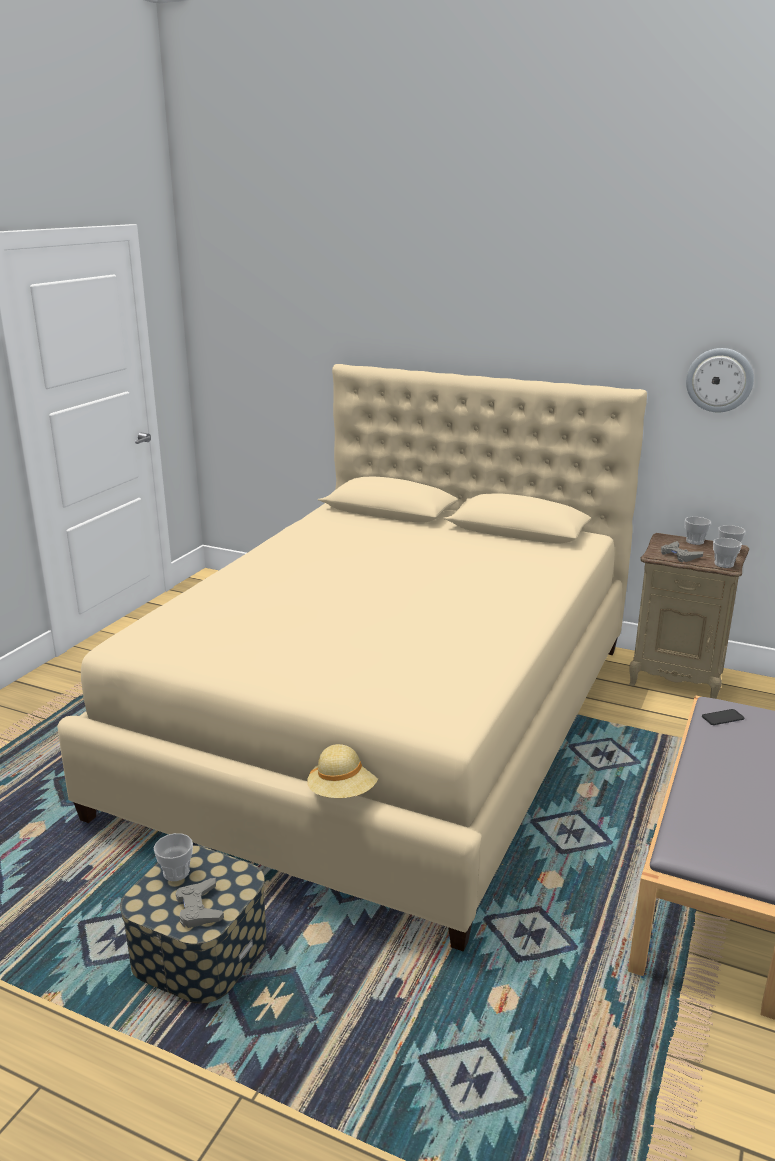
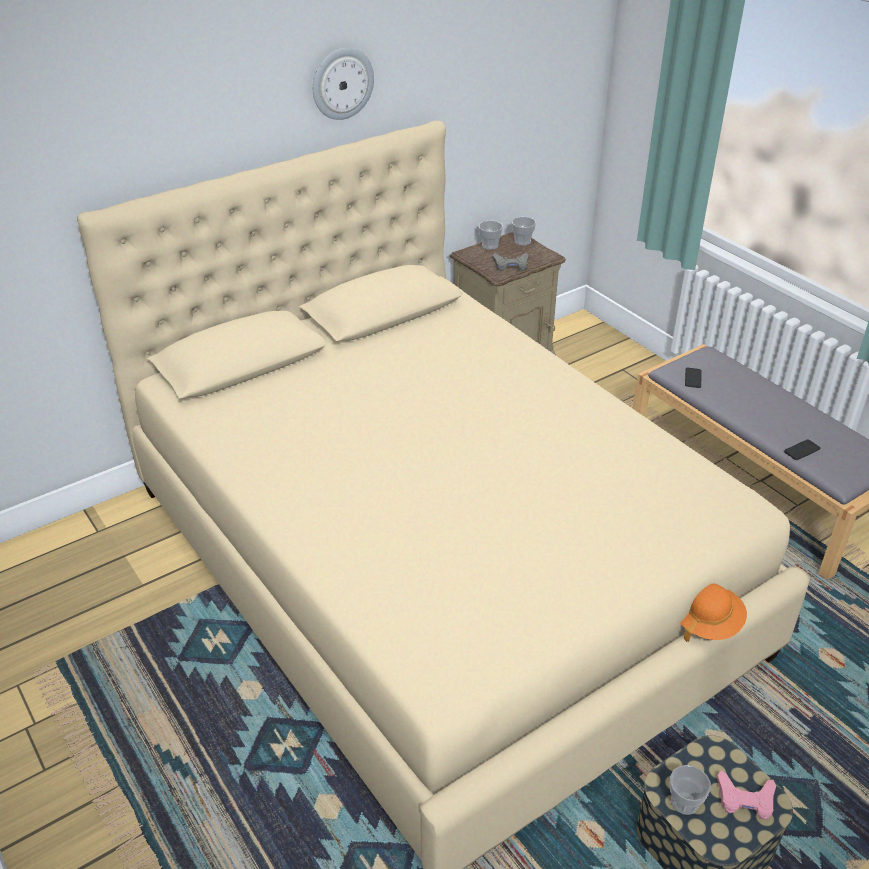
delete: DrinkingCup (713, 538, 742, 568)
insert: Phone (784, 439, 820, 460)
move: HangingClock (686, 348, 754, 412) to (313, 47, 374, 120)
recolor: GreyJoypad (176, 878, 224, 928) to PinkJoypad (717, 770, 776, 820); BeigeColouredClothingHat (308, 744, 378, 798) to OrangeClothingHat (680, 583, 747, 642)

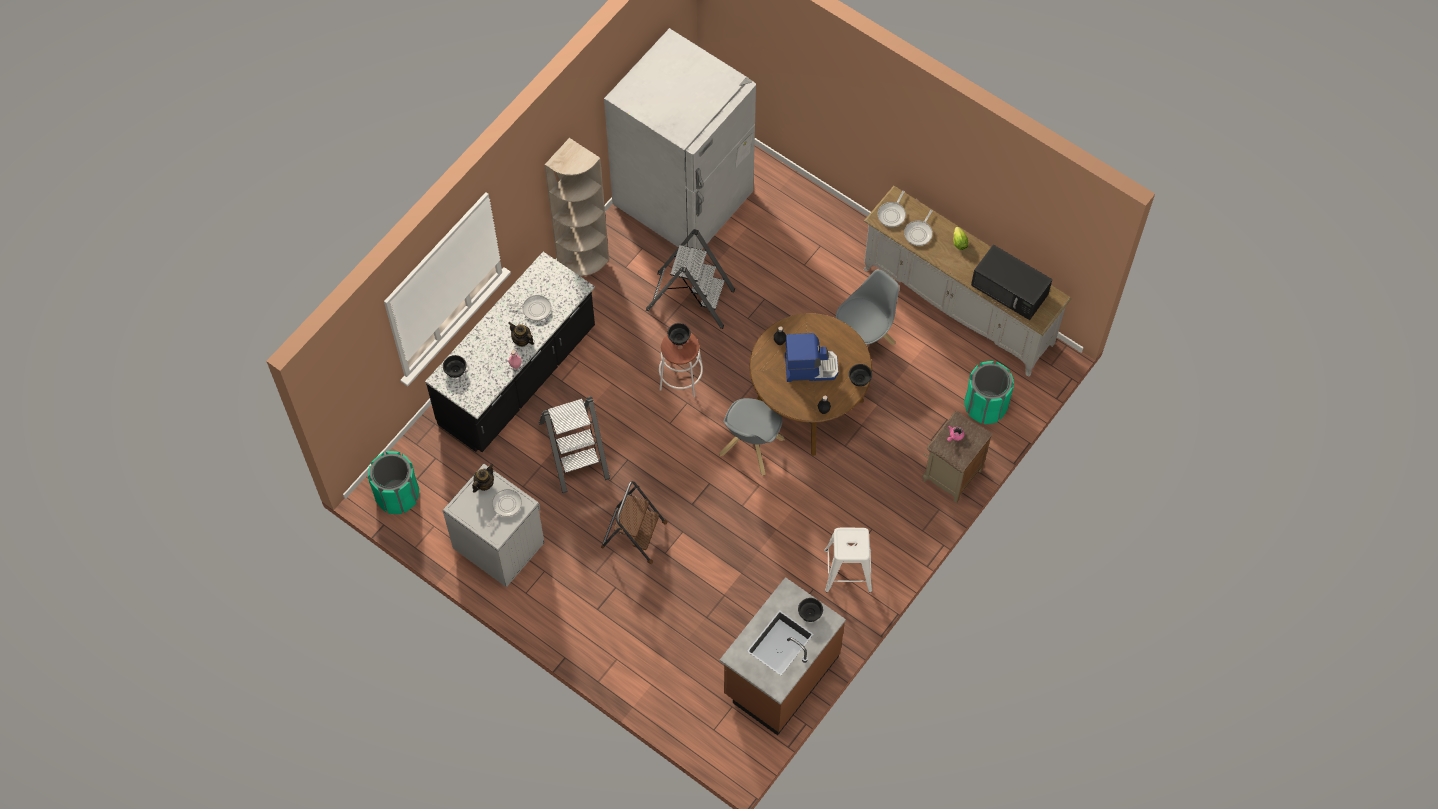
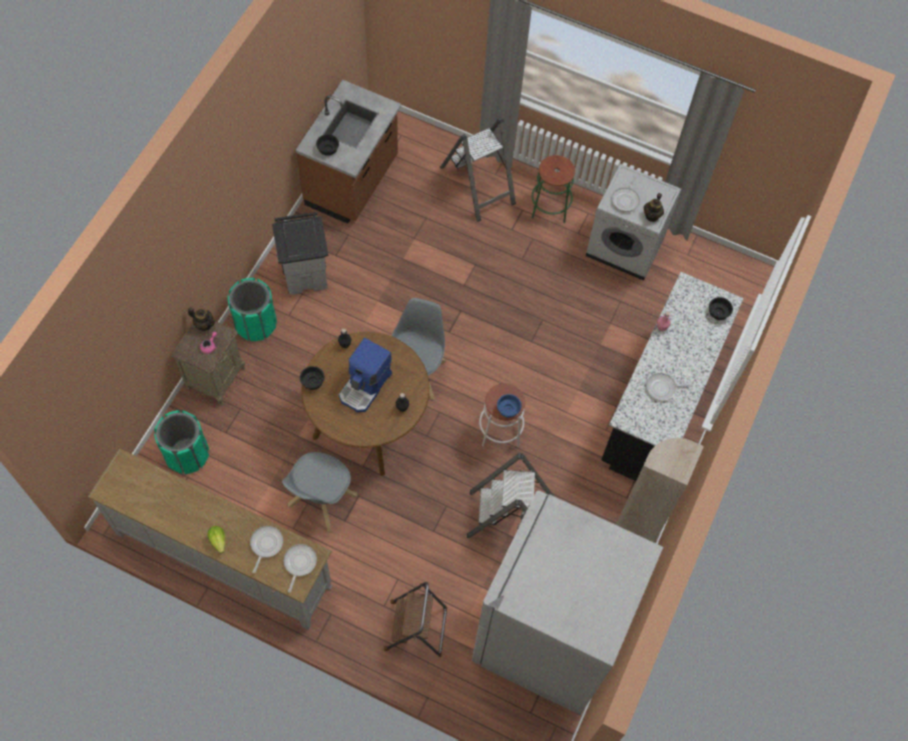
delete: BlackColouredMicrowave (971, 244, 1053, 320)
insert: GreenishStool (532, 155, 575, 223)
move: GreenishRubbishBin (368, 451, 419, 514) to (228, 278, 277, 341); Teapot (509, 322, 534, 347) to (188, 307, 215, 331); GreyStepStool (539, 396, 610, 493) to (440, 117, 516, 222); BrownishStepStool (601, 481, 668, 564) to (384, 582, 447, 657)
replace: WhiteColouredStool (824, 528, 872, 592) to GreyRubbishBin (272, 212, 328, 295)
recolor: BlackColouredBowl (667, 323, 691, 345) to BlueBowl (497, 394, 521, 418)
rotate: CoffeeMaker (785, 333, 839, 382) = (339, 337, 392, 412) 45 degrees counterclockwise

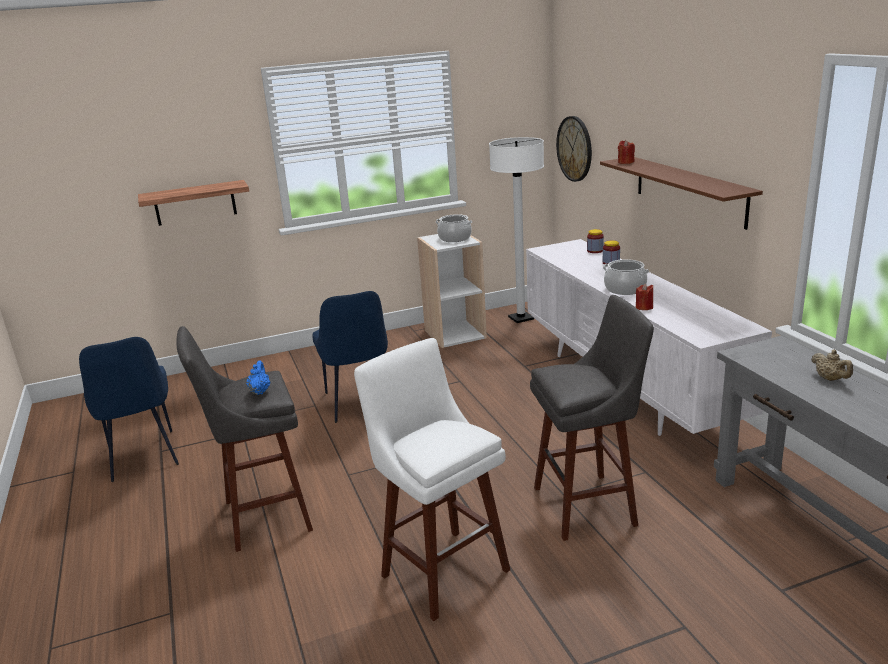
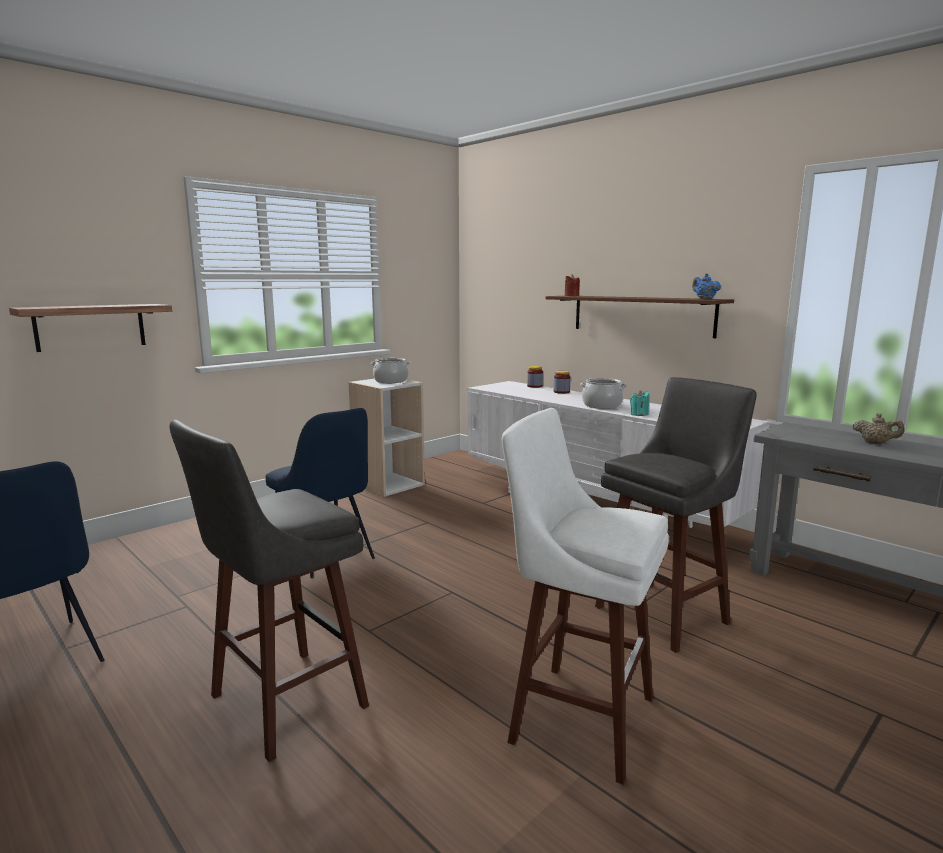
delete: WhiteColouredStandingLamp (489, 137, 544, 323); HangingClock (556, 116, 592, 182)
move: BlueTeapot (246, 361, 270, 395) to (692, 273, 721, 299)
recolor: RedWaxLight (636, 283, 653, 310) to TurquoiseColouredWaxLight (630, 390, 649, 416)

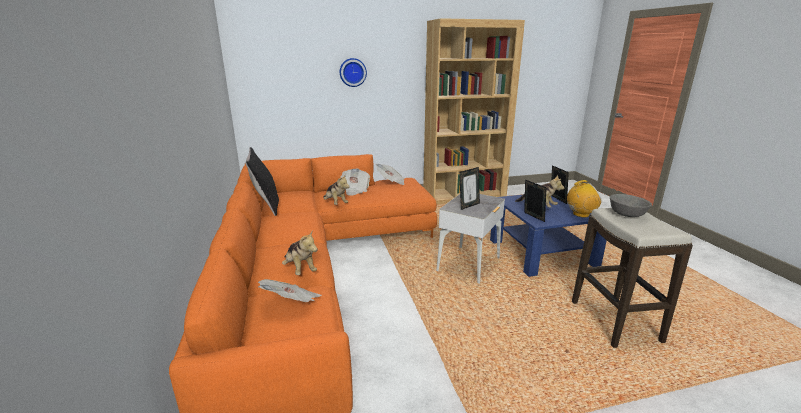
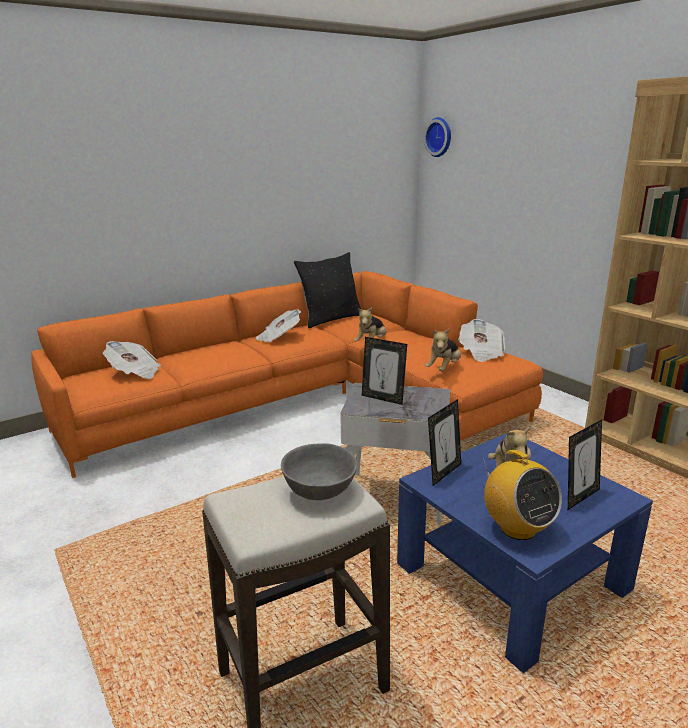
move: CuddlyToy (282, 230, 318, 275) to (425, 329, 461, 371); HangingClock (340, 58, 367, 87) to (424, 117, 451, 157); Newspaper (340, 169, 370, 196) to (256, 310, 301, 343)

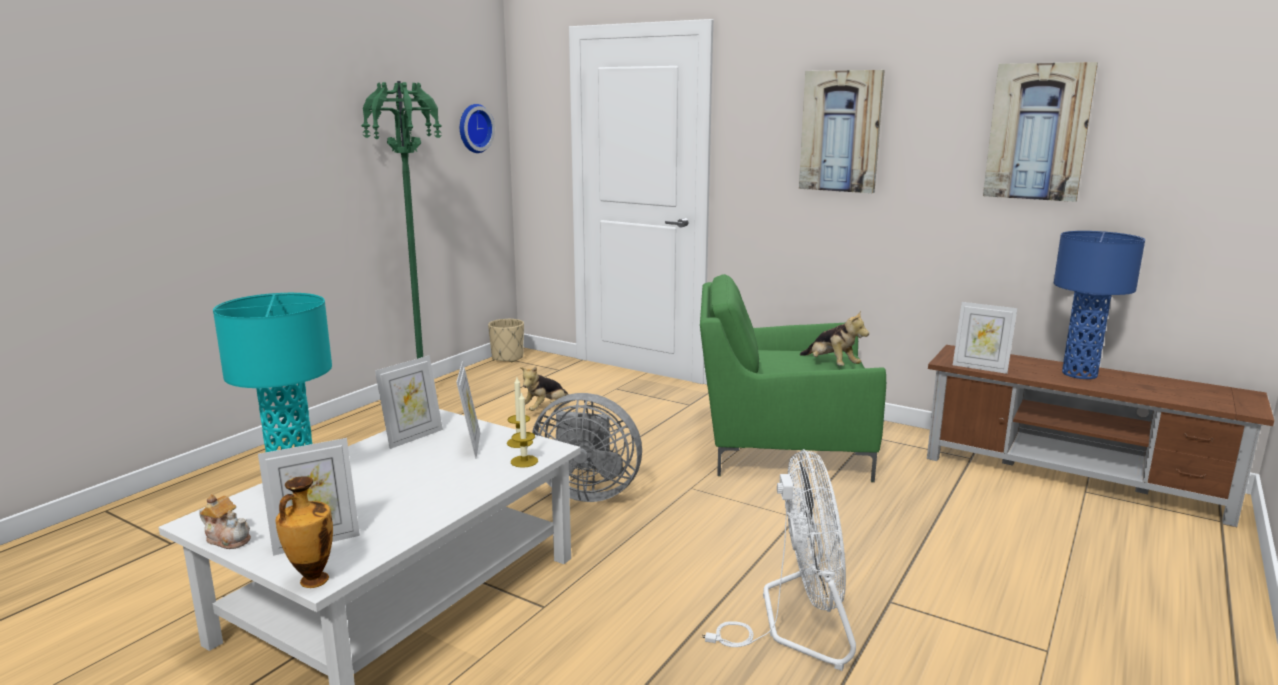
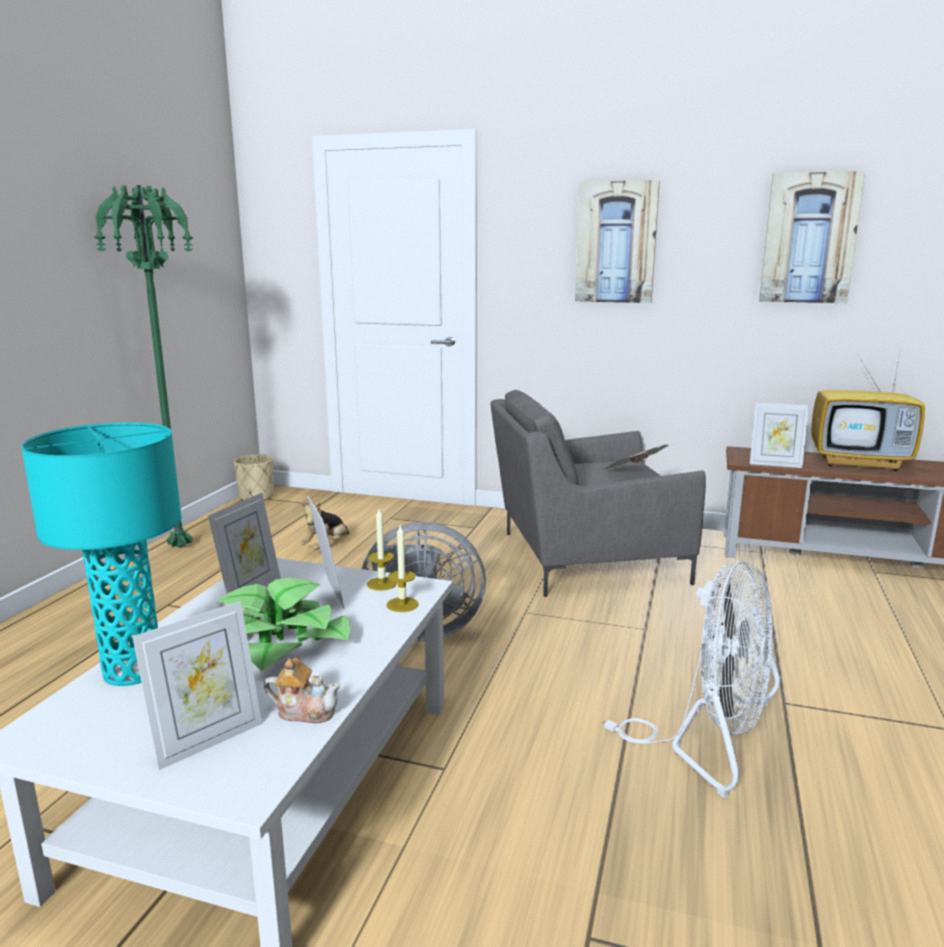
delete: DecorativeVase (276, 476, 333, 588); HangingClock (460, 104, 495, 153)
insert: Houseplant (217, 578, 350, 671)
move: Teapot (199, 494, 251, 549) to (264, 658, 340, 723)
replace: CuddlyToy (800, 310, 869, 366) to Newspaper (603, 445, 668, 470); BlueTableLamp (1054, 231, 1145, 379) to Television (811, 341, 925, 471)
recolor: GreenishEasyChair (700, 274, 886, 482) to GreyEasyChair (490, 390, 706, 597)
rotate: WhiteColouredElectricFan (702, 449, 856, 671) = (603, 561, 780, 798) 45 degrees clockwise

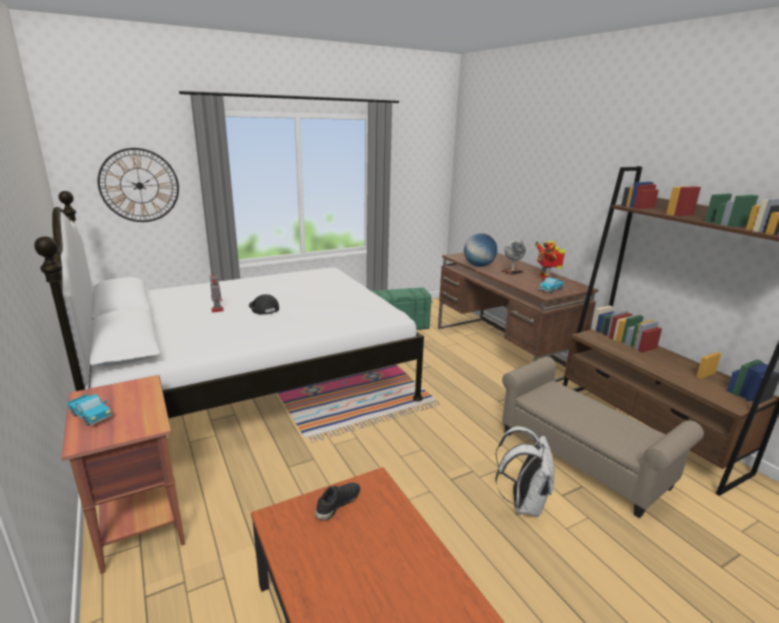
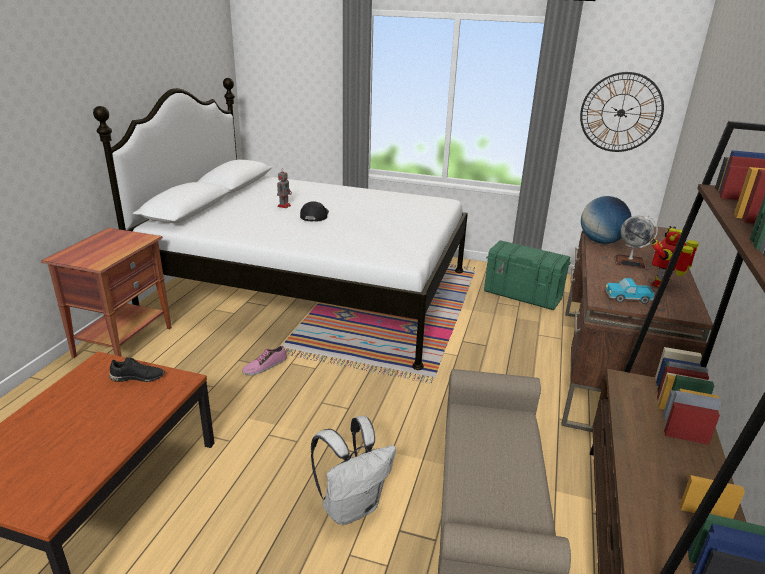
delete: ModelTruck (67, 394, 112, 426)
insert: ItemOfFootwear (242, 346, 287, 375)
move: HangingClock (98, 148, 179, 222) to (580, 72, 664, 152)

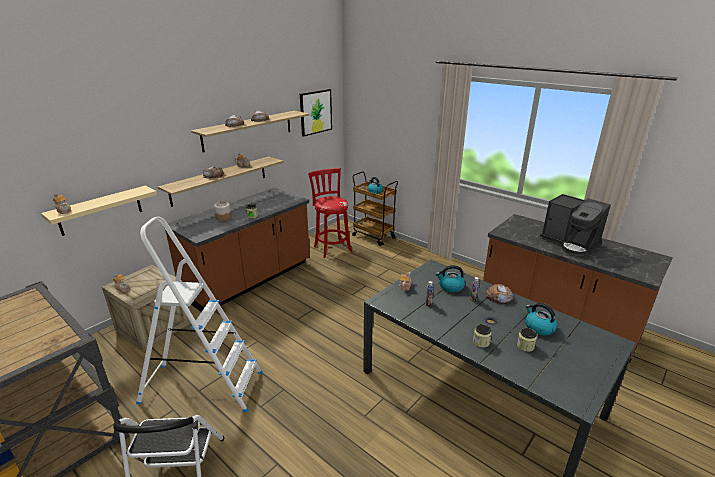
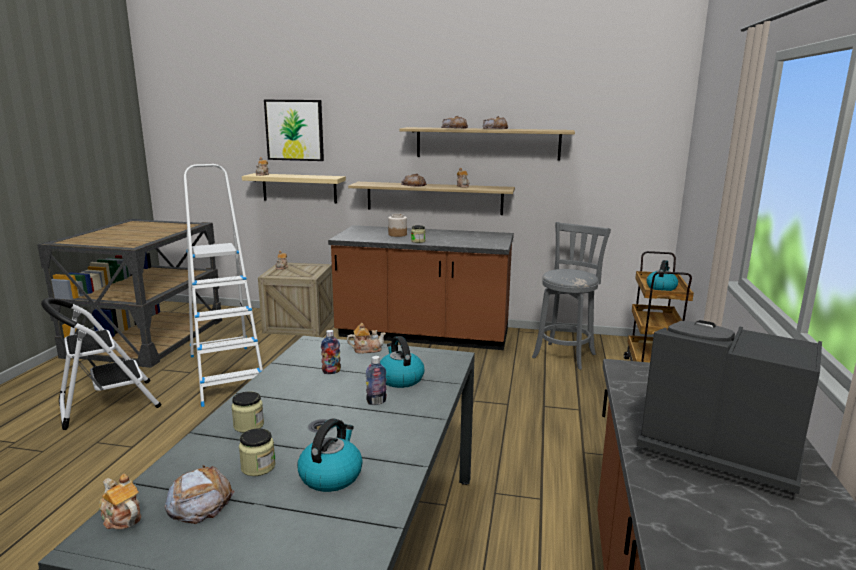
insert: Teapot (99, 474, 141, 530)
move: WallArt (300, 89, 332, 137) to (264, 100, 324, 161); BakedBread (486, 284, 514, 304) to (164, 465, 235, 524)
recolor: RedStool (308, 168, 352, 258) to GreyStool (532, 222, 611, 370)
rotate: CoffeeMaker (540, 194, 611, 256) = (637, 320, 822, 497) 105 degrees clockwise

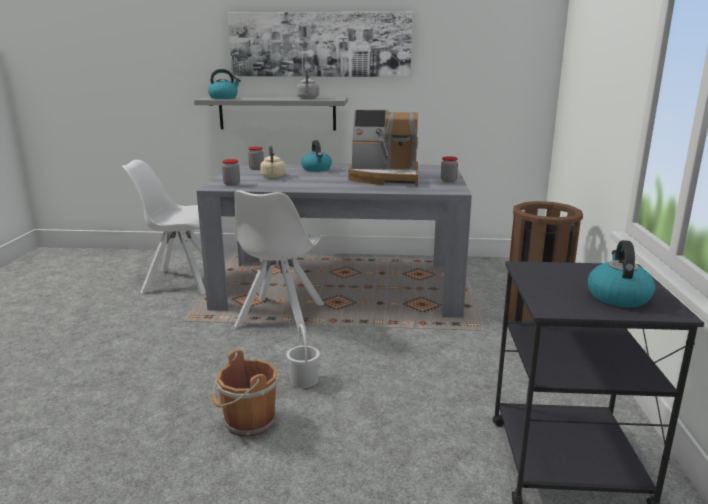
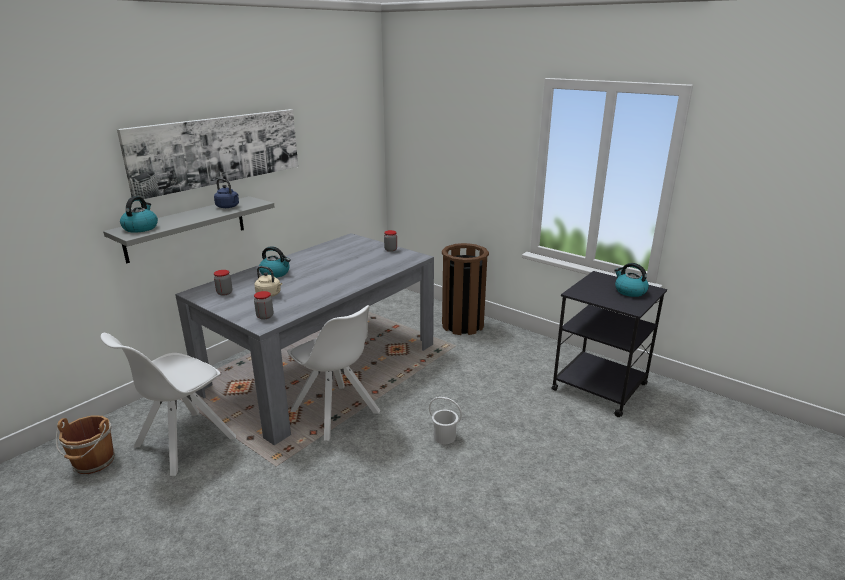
delete: CoffeeMaker (348, 110, 418, 186)
move: BrownishPail (212, 349, 280, 437) to (56, 415, 115, 474)
recolor: GreyKettle (297, 69, 319, 99) to BlueKettle (214, 178, 239, 208)

